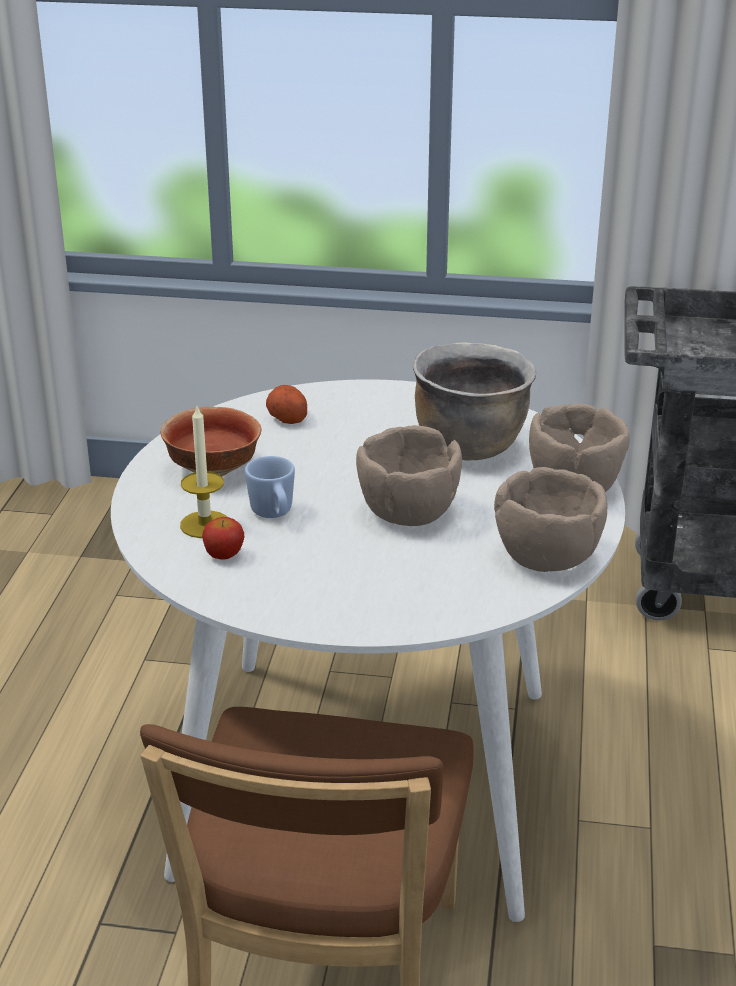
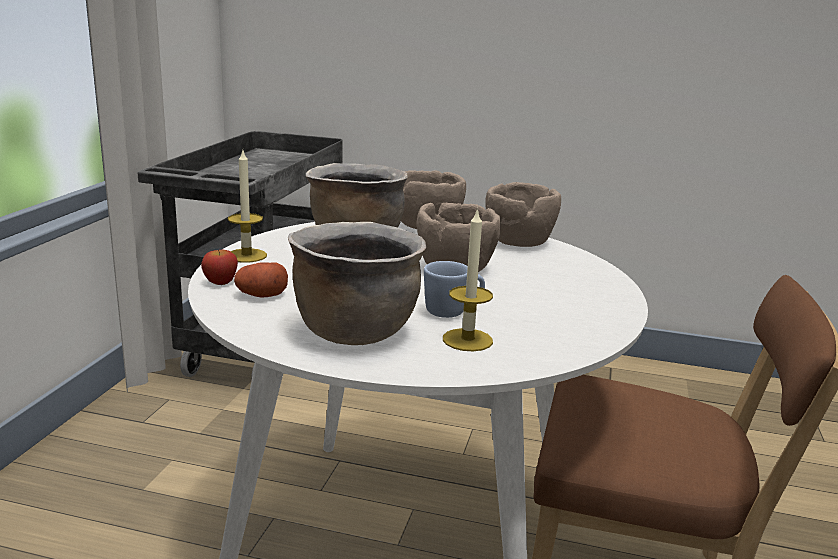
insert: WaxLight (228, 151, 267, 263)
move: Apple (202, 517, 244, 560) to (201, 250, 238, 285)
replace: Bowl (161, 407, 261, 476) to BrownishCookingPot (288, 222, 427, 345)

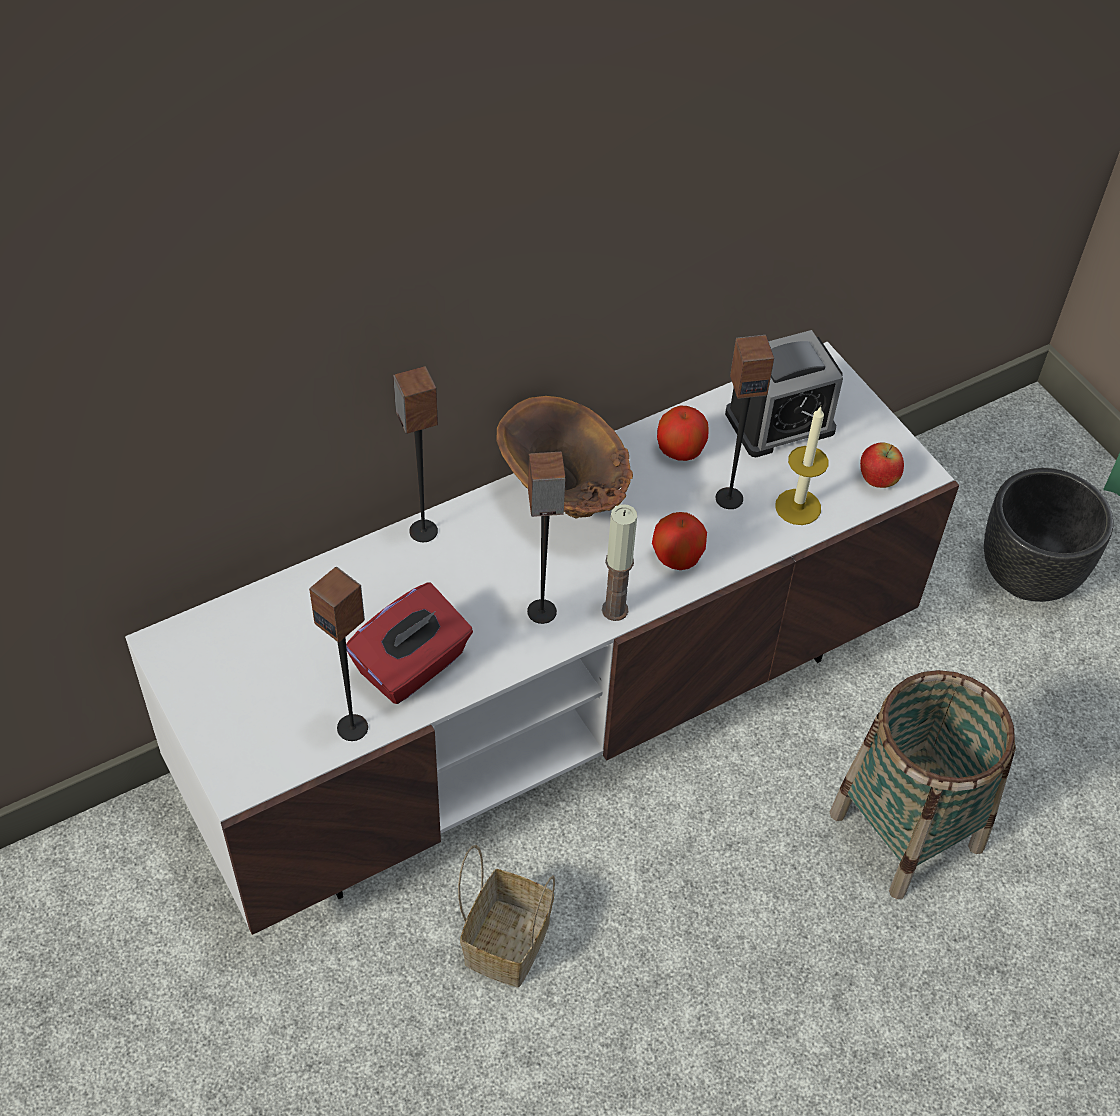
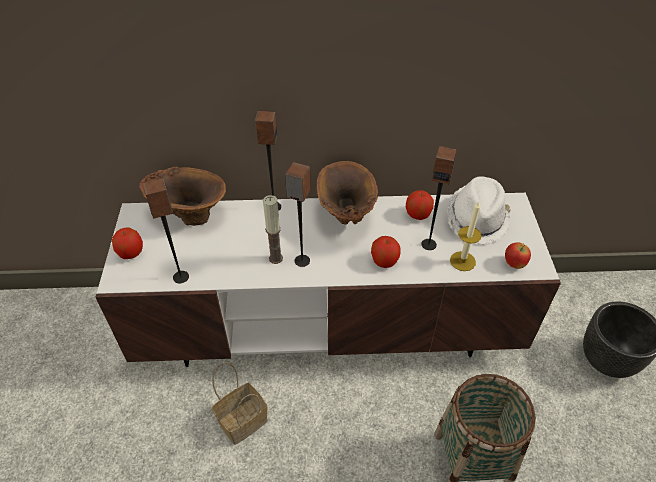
delete: RedTissueHolder (346, 582, 473, 704)
insert: Apple (112, 228, 143, 259); BrownishDecorativeVase (139, 167, 226, 226)
move: WaxLight (602, 504, 637, 621) to (263, 195, 283, 264)
replace: TableClock (725, 330, 843, 457) to WhiteColouredClothingHat (447, 177, 511, 245)

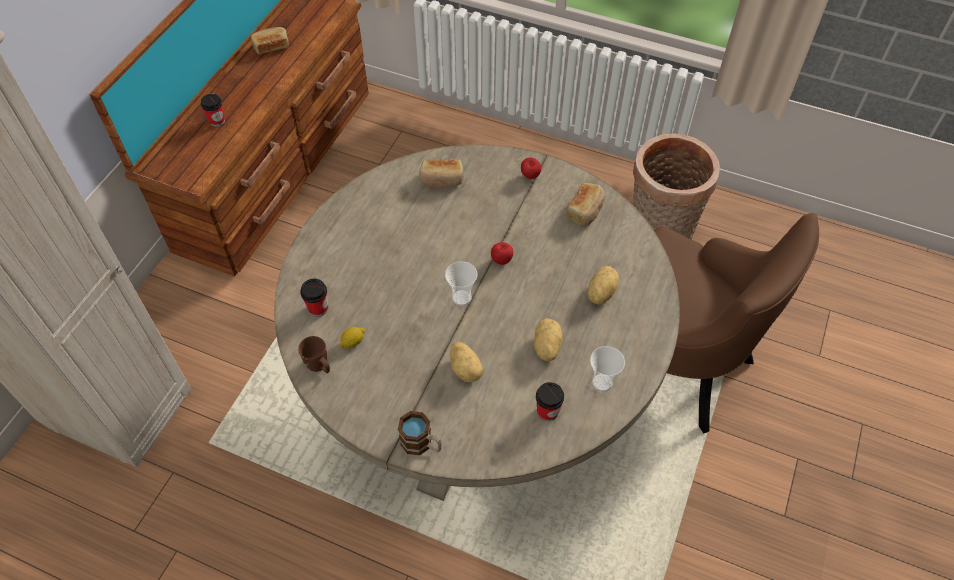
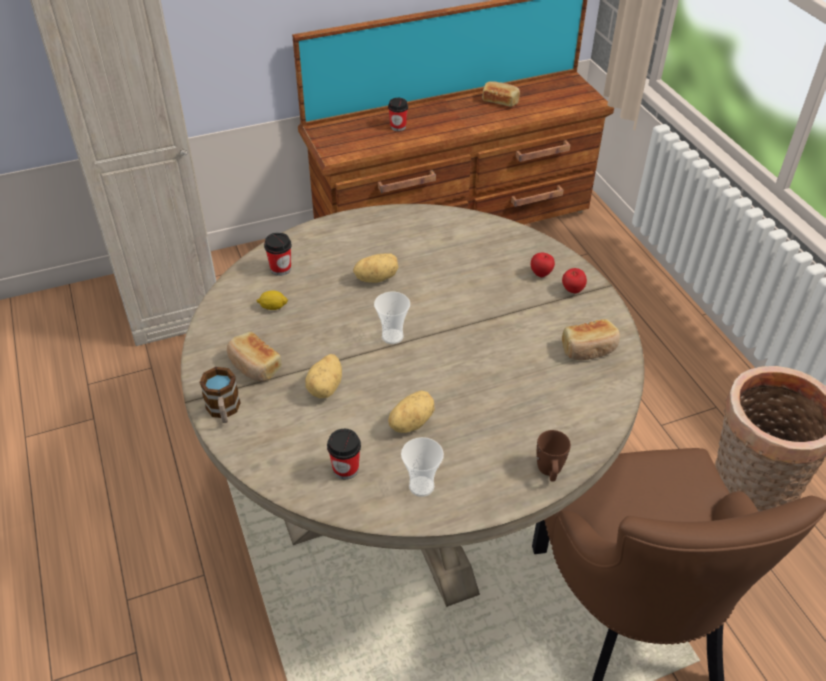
move: BrownishTeaMug (298, 336, 330, 373) to (536, 430, 571, 481); BakedBread (419, 159, 463, 188) to (227, 332, 282, 382); Apple (491, 242, 513, 265) to (531, 252, 555, 277); Spud (587, 266, 619, 305) to (353, 253, 398, 283)

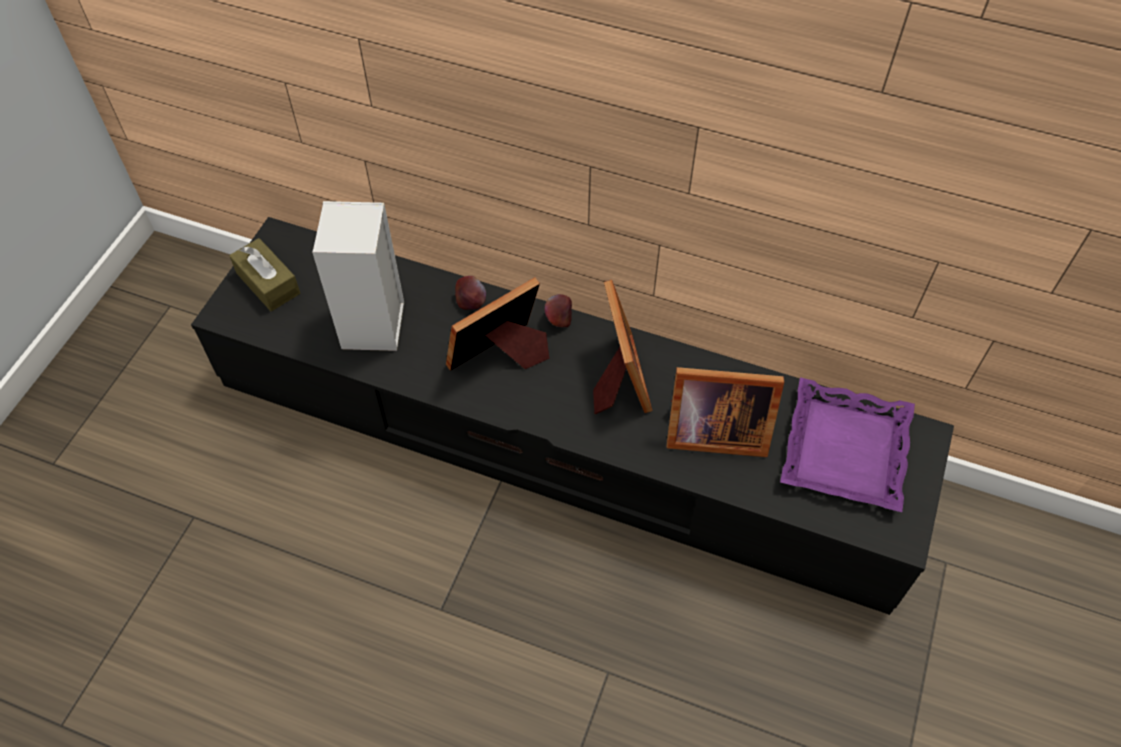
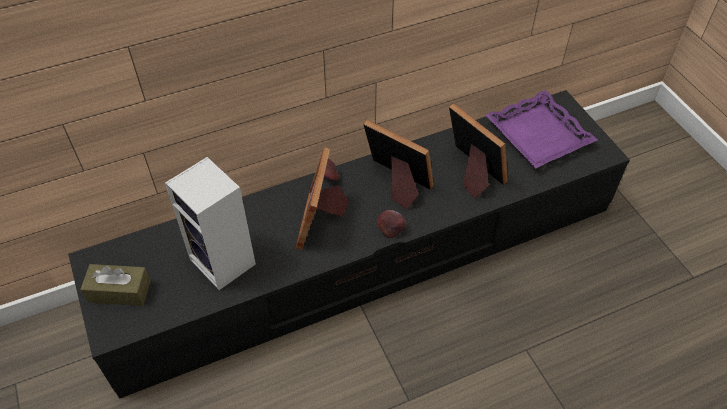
move: Apple (455, 276, 486, 310) to (377, 210, 406, 238)
rotate: StandingFrame (667, 367, 784, 457) = (449, 103, 508, 199) 90 degrees counterclockwise

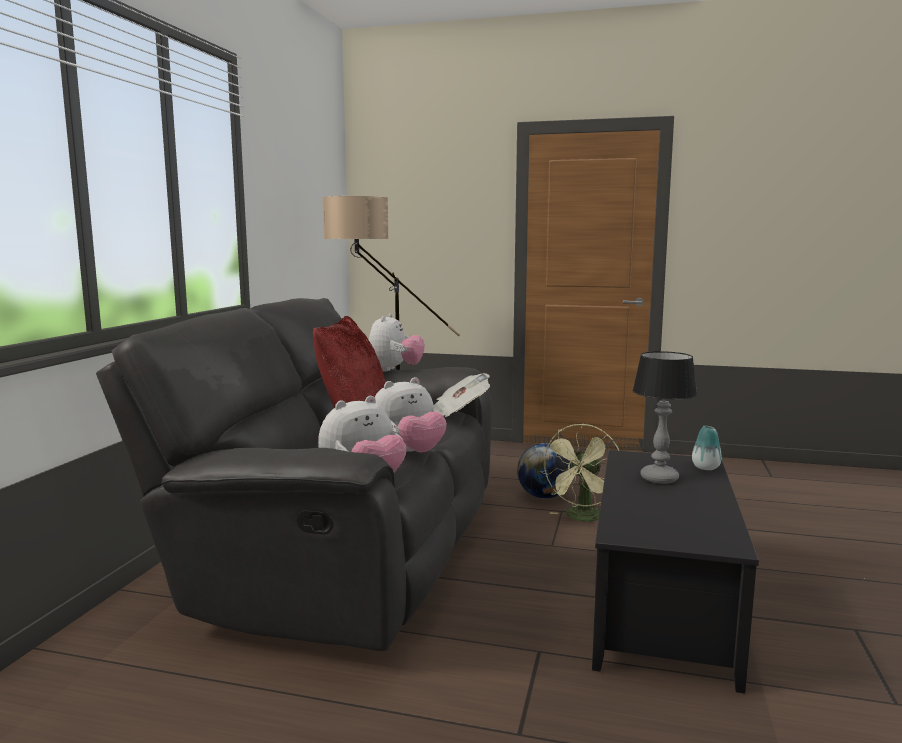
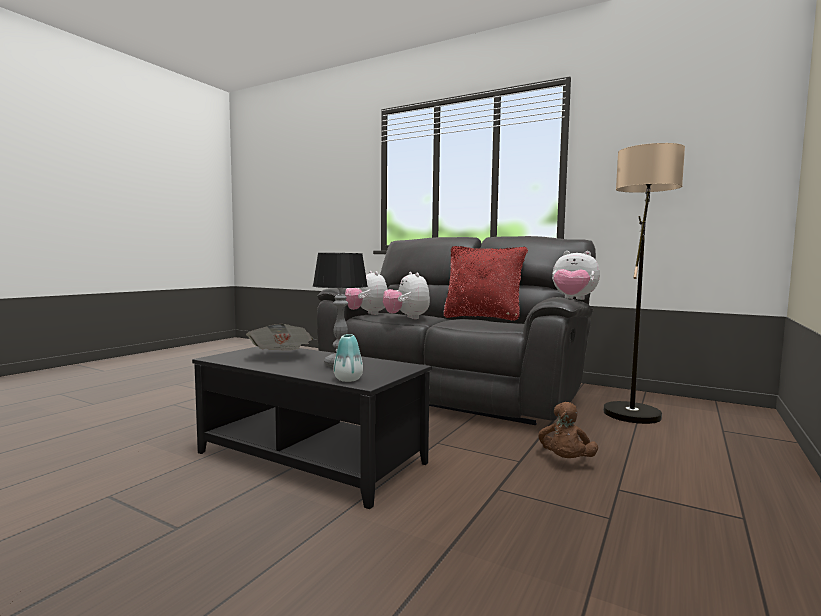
delete: GreenishElectricFan (540, 424, 619, 522)
move: Newspaper (434, 373, 490, 417) to (246, 324, 313, 351)
replace: DeskGlobe (517, 443, 572, 499) to BrownishCuddlyToy (538, 402, 598, 458)

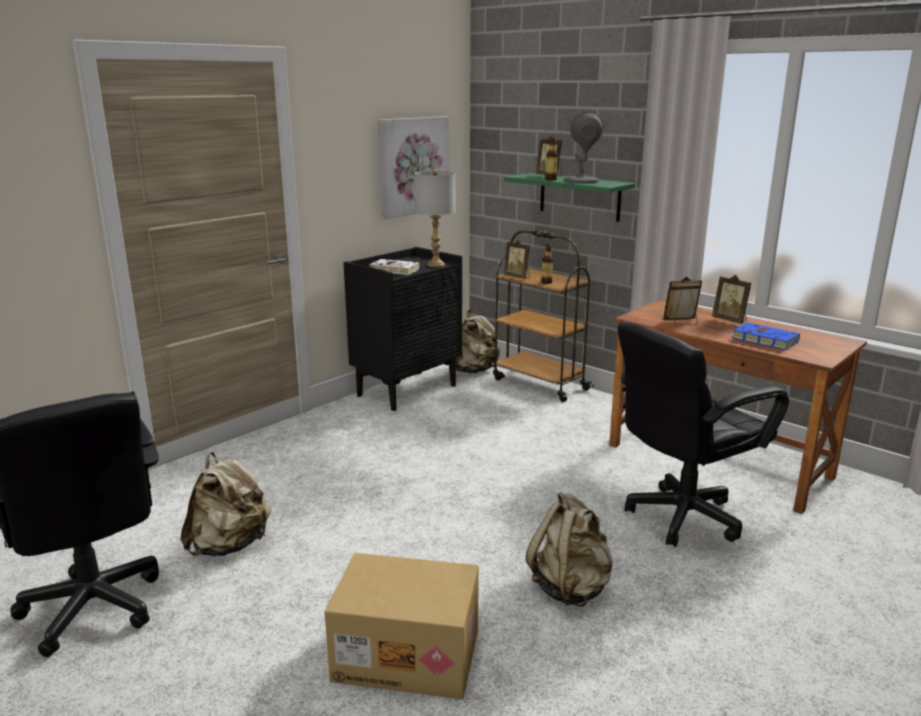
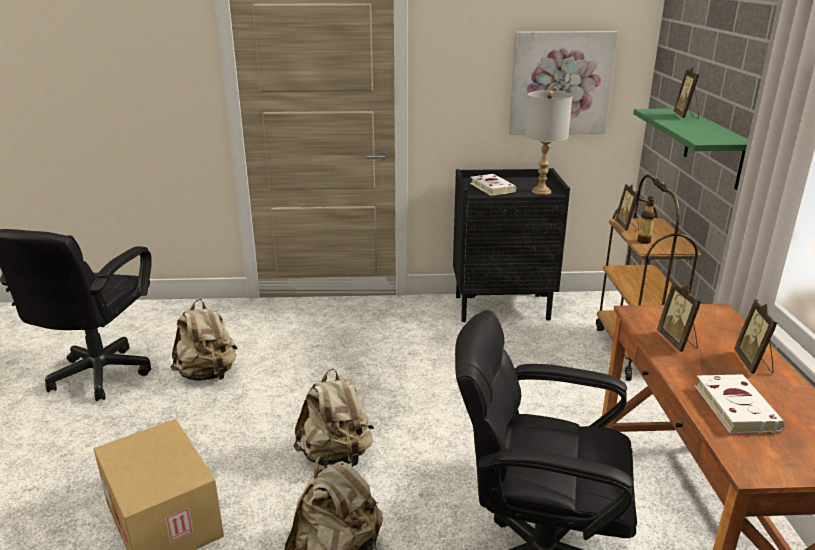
delete: DrinkBottle (545, 137, 558, 181); GreyTableLamp (564, 112, 604, 183)
move: BeigeColouredKnapsack (456, 309, 501, 374) to (293, 368, 374, 467)
recolor: BlueBook (730, 322, 800, 350) to WhiteColouredBook (695, 374, 785, 433)
rotate: StandingFrame (663, 276, 702, 326) = (657, 281, 701, 352) 135 degrees counterclockwise

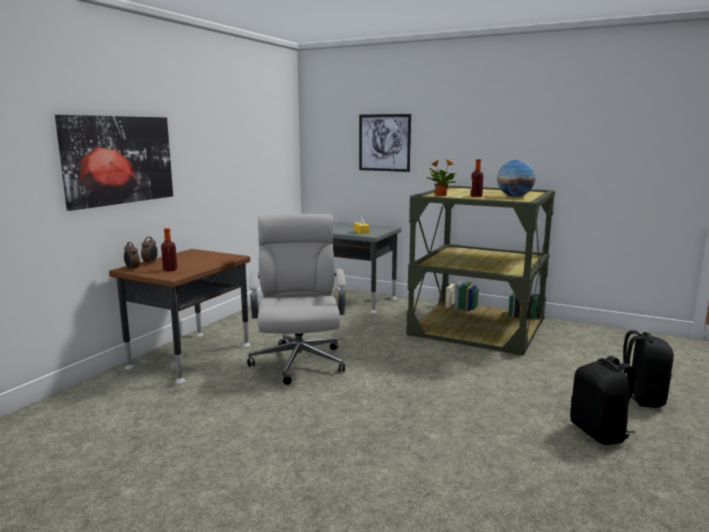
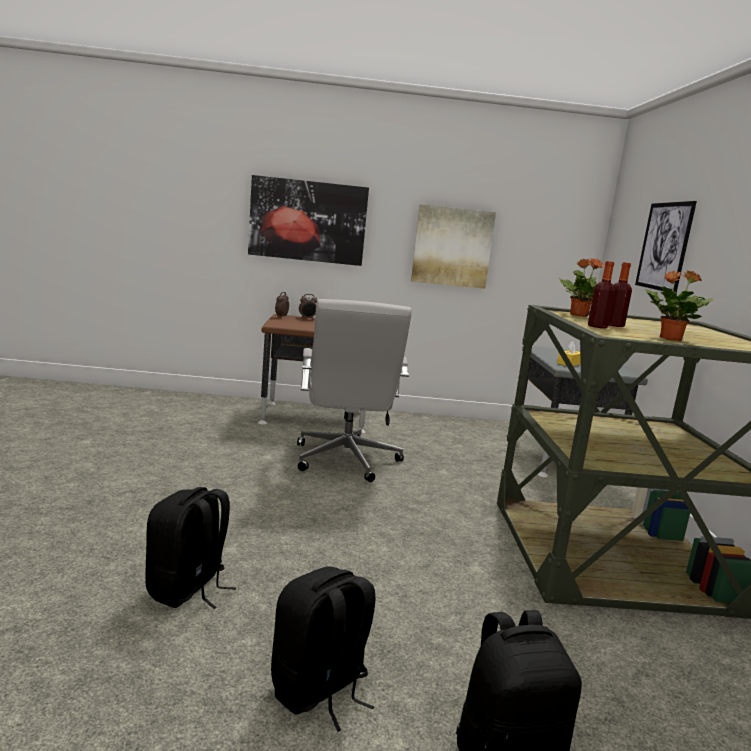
insert: BlackColouredKnapsack (145, 487, 236, 609); WallArt (411, 204, 496, 289)
move: DrinkBottle (161, 228, 177, 271) to (588, 261, 615, 328)
replace: DeskGlobe (497, 159, 536, 197) to Houseplant (645, 270, 714, 341)
rotate: GreyOfficeChair (247, 214, 346, 385) = (297, 299, 411, 482) 120 degrees clockwise

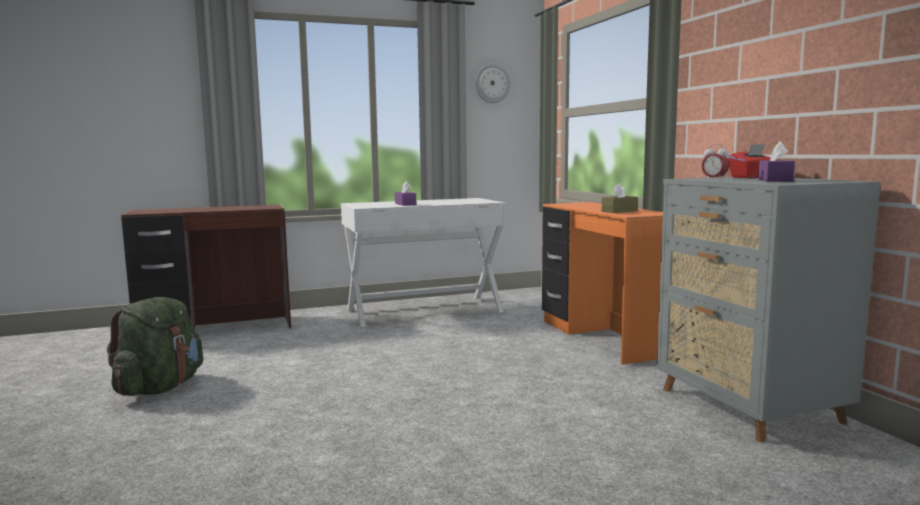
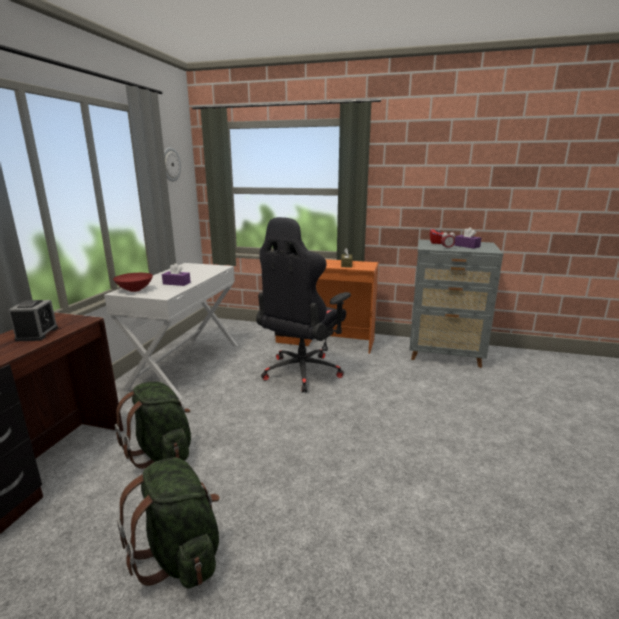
insert: TableClock (8, 300, 58, 341); RedBowl (113, 273, 153, 292); GreenishKnapsack (115, 381, 191, 469); BlackColouredOfficeChair (256, 217, 351, 393)

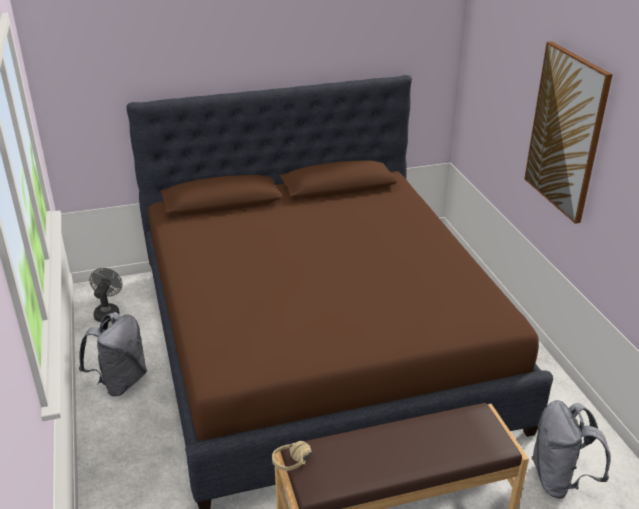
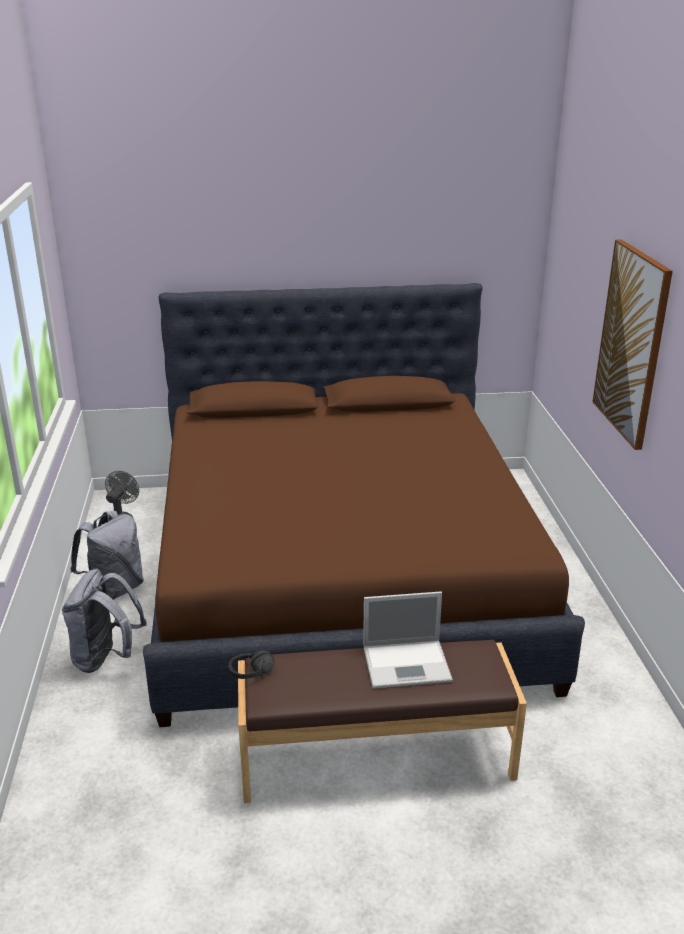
insert: Laptop (363, 591, 453, 689)
move: GreyKnapsack (531, 400, 611, 498) to (62, 569, 147, 673)
recolor: BeigeColouredPairOfHeadphones (272, 441, 312, 471) to BlackColouredPairOfHeadphones (228, 651, 274, 679)

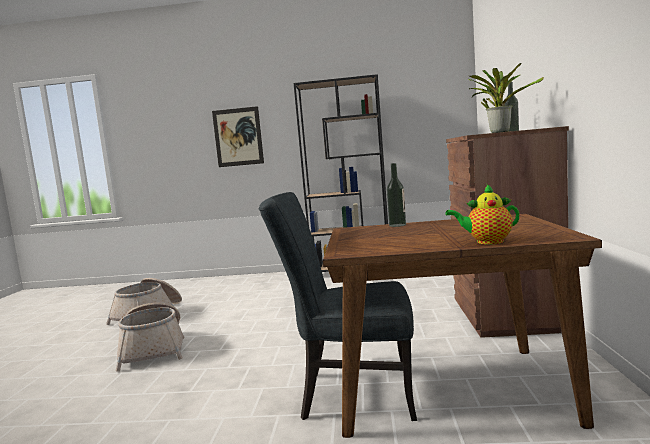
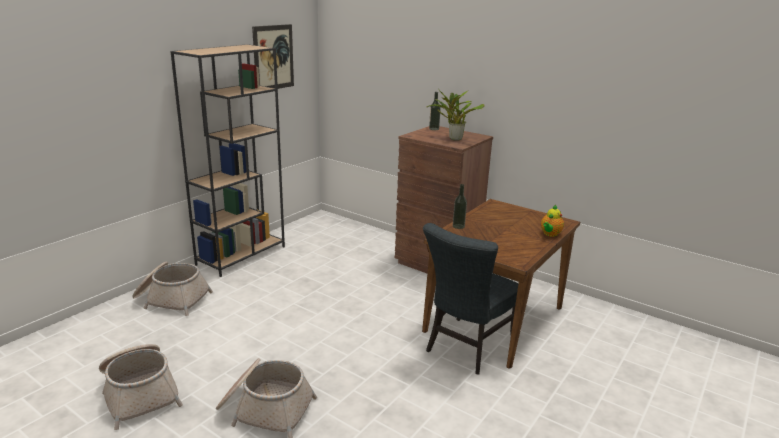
insert: HouseholdBasket (132, 262, 213, 316)
move: WallArt (212, 106, 264, 167) to (252, 24, 294, 89)

